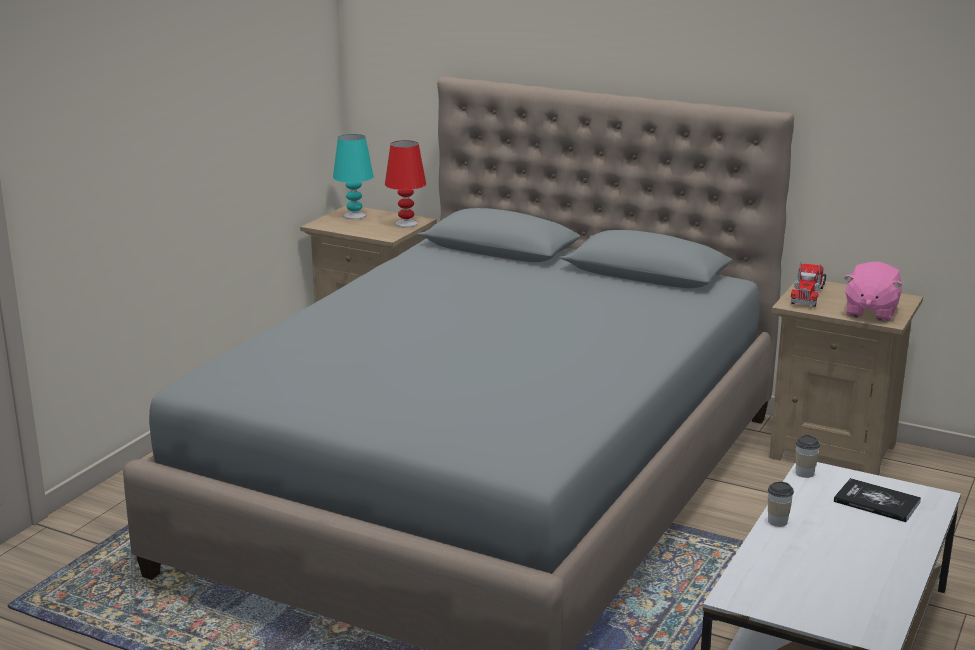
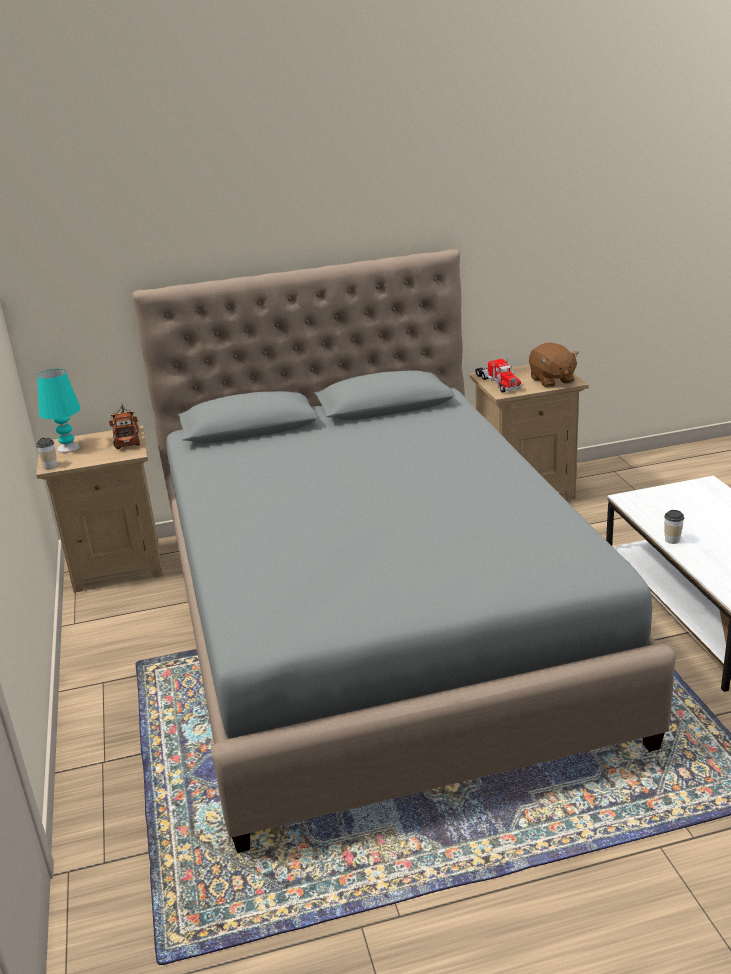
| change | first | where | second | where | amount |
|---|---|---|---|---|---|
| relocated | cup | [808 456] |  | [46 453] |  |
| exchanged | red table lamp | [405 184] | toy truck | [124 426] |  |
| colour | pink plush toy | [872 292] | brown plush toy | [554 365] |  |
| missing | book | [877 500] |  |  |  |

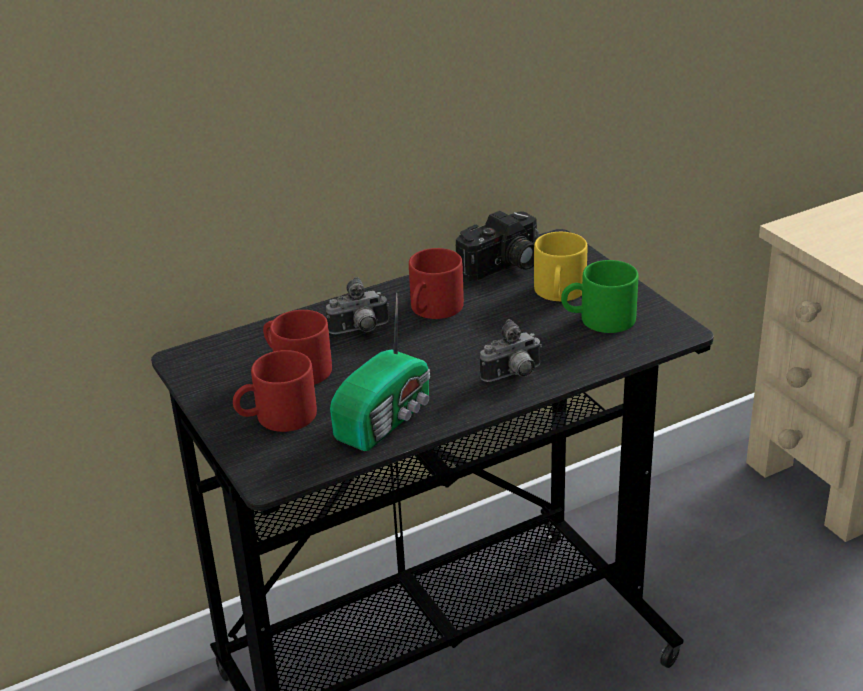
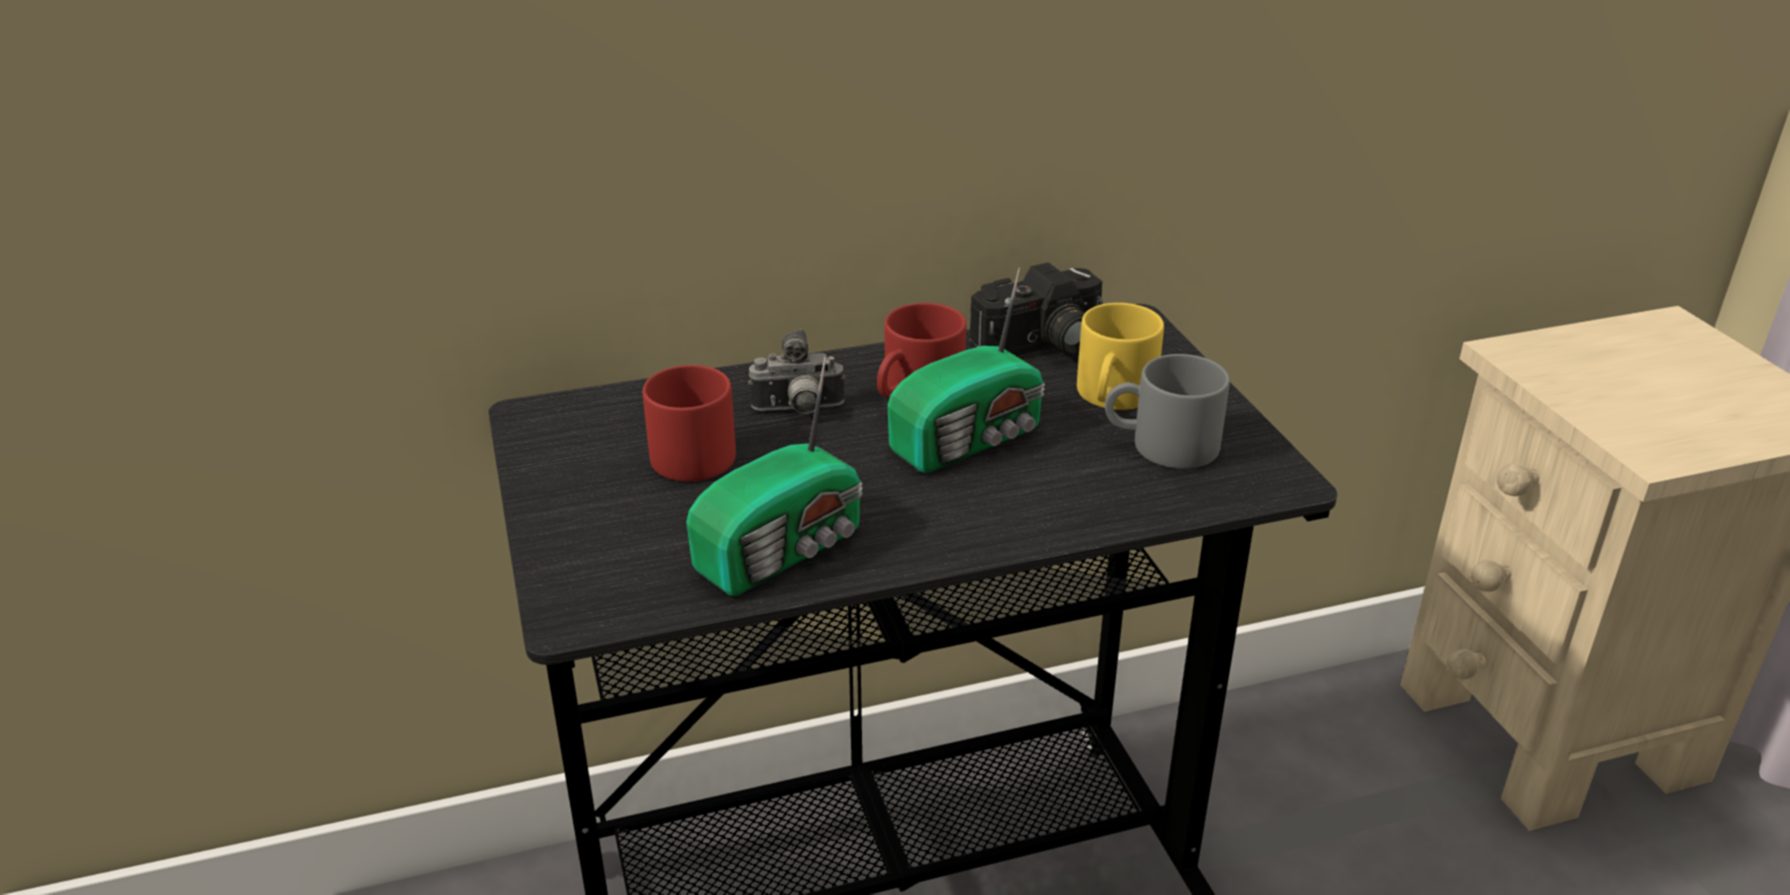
| change | first | where | second | where | amount |
|---|---|---|---|---|---|
| appeared |  |  | radio | [966 370] |  |
| colour | green mug | [599 296] | grey mug | [1167 411] |  |
| missing | red mug | [275 391] |  |  |  |
| missing | photo camera | [511 350] |  |  |  |

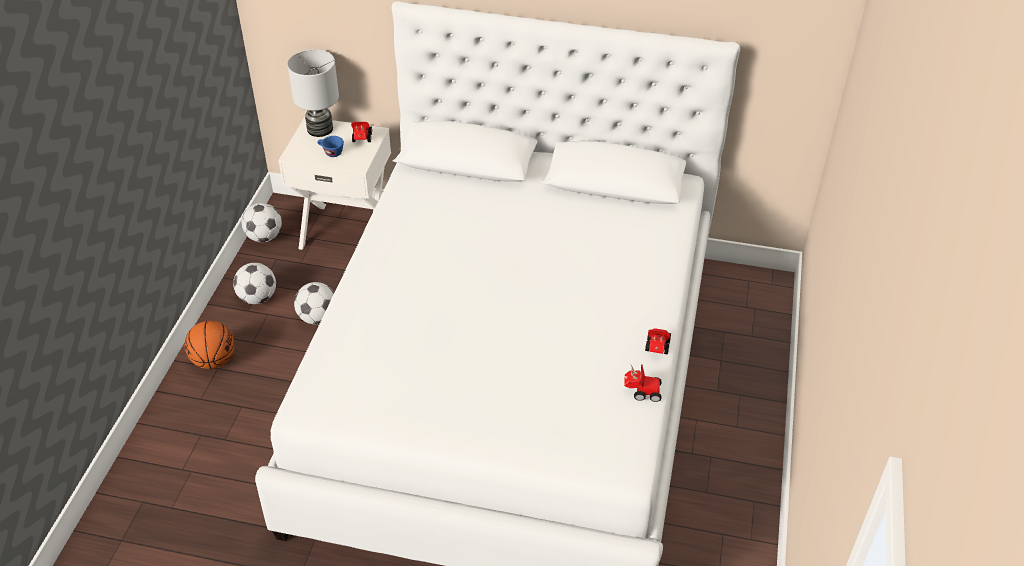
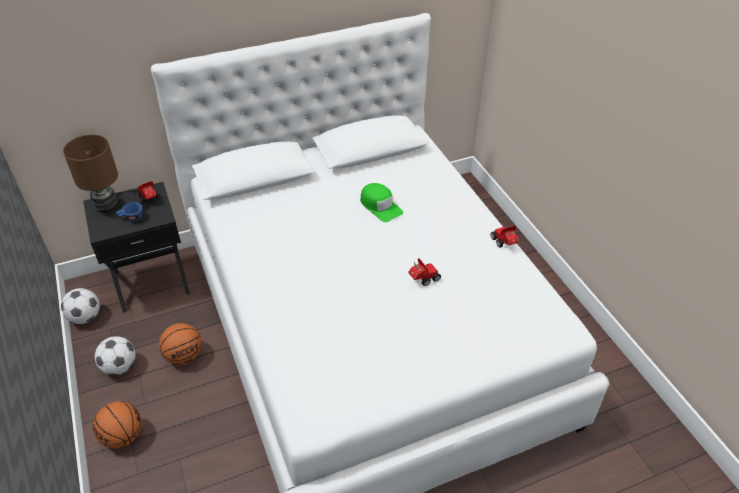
| change | first | where | second | where | amount |
|---|---|---|---|---|---|
| colour | grey table lamp | [313 93] | brown table lamp | [90 173] |  |
| colour | white nightstand | [334 183] | black nightstand | [136 247] |  |
| exchanged | football | [314 303] | basketball | [180 344] |  |
| appeared |  |  | green cap | [381 202] |  |
| relocated | toy car | [643 383] |  | [425 272] |  |

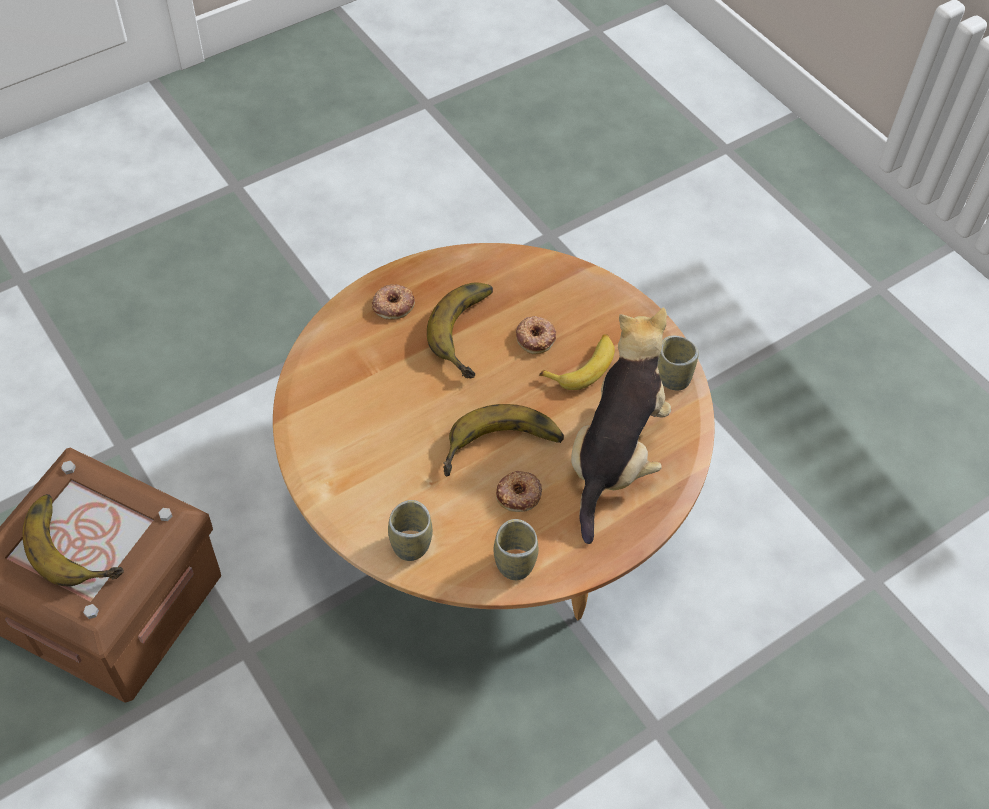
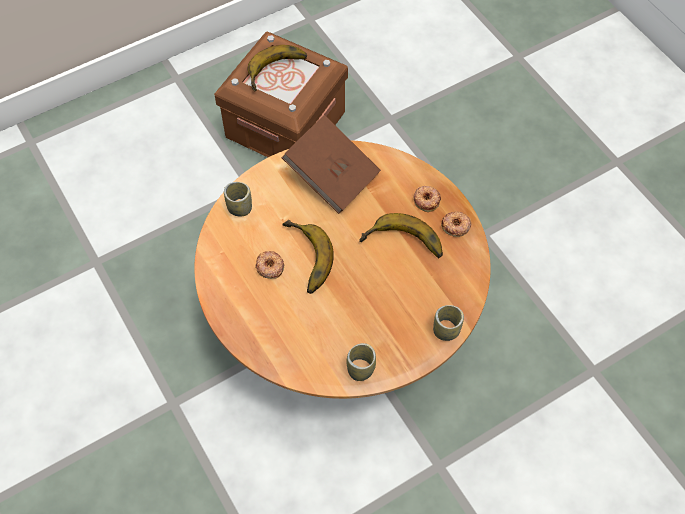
| change | first | where | second | where | amount |
|---|---|---|---|---|---|
| appeared |  |  | brown book | [331 164] |  |
| relocated | cup | [515 549] |  | [448 323] |  |
| relocated | donut | [536 335] |  | [456 224] |  |
| missing | banana | [577 362] |  |  |  |
| missing | plush toy | [621 425] |  |  |  |

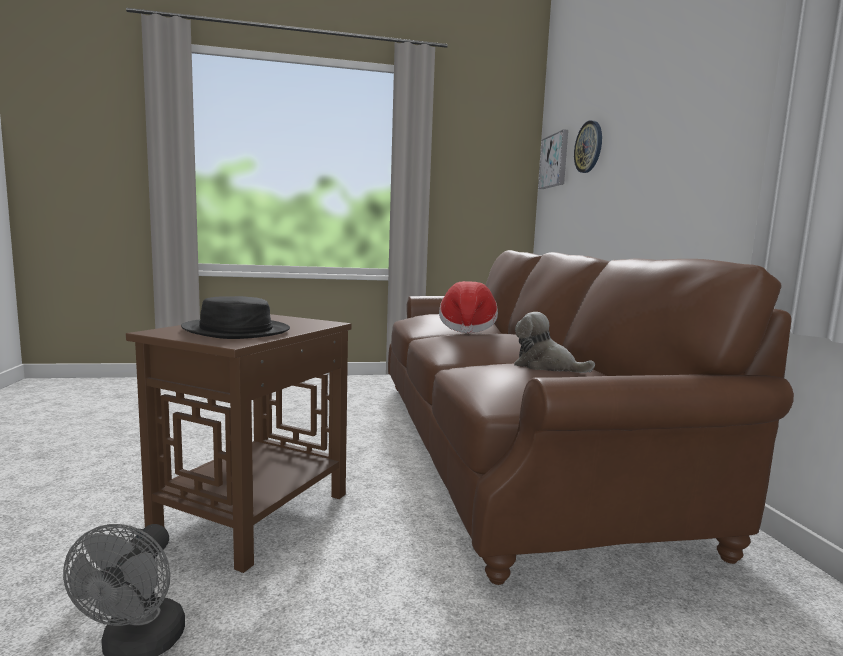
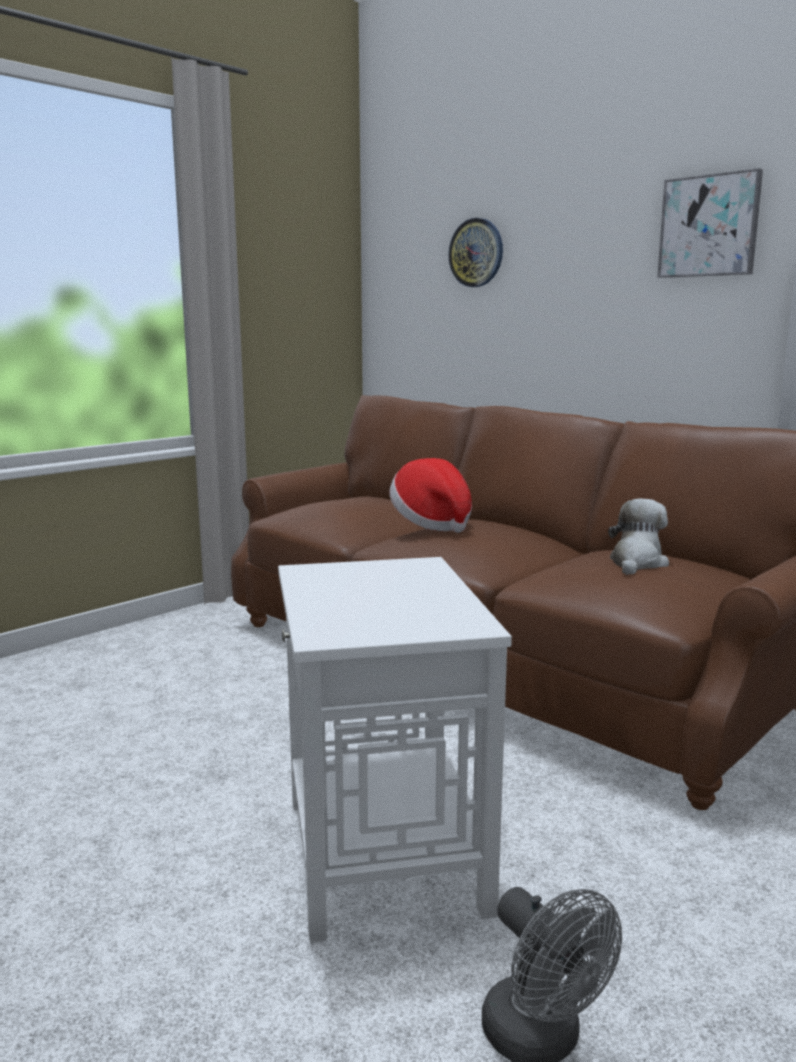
| change | first | where | second | where | amount |
|---|---|---|---|---|---|
| colour | brown side table | [238 443] | white side table | [395 750] |  |
| spun | plush toy | [554 342] |  | [638 537] | 120 degrees clockwise |
| relocated | picture | [553 159] |  | [710 223] |  |
| missing | black hat | [235 317] |  |  |  |

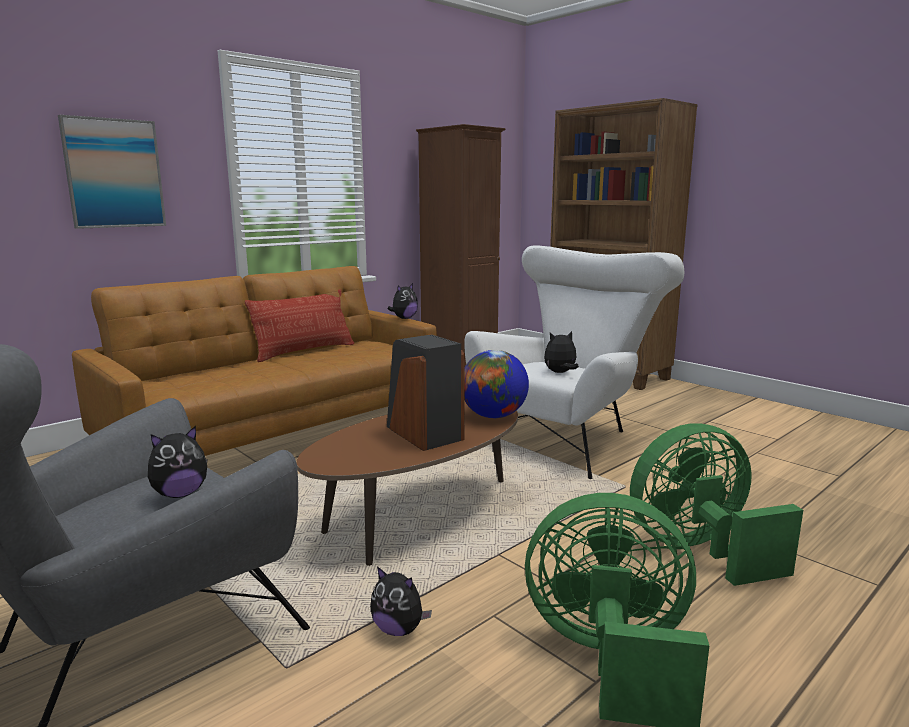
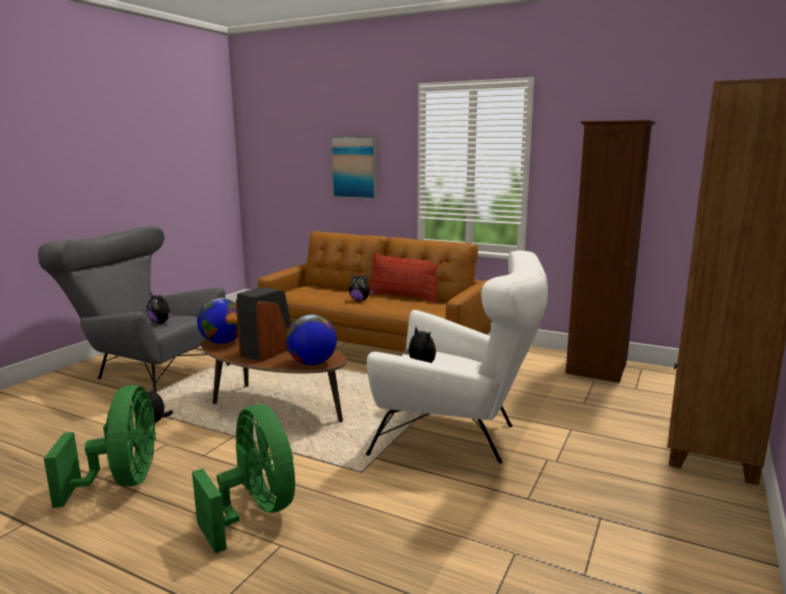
| change | first | where | second | where | amount |
|---|---|---|---|---|---|
| appeared |  |  | globe | [217 321] |  |
| relocated | plush toy | [403 301] |  | [361 287] |  |

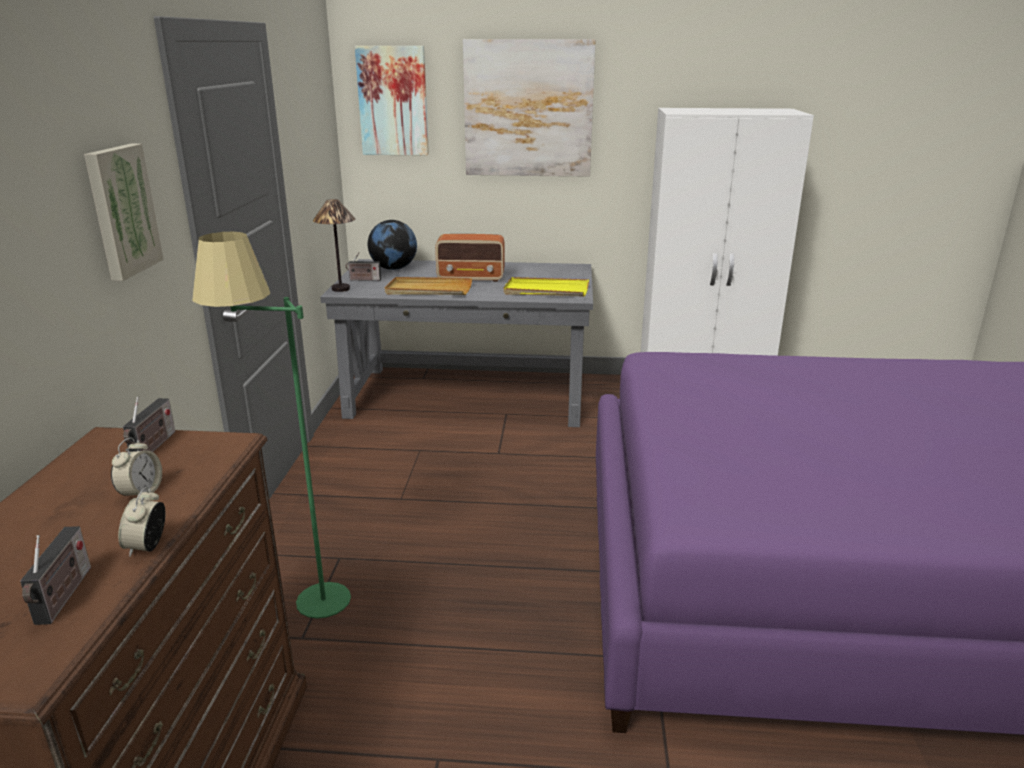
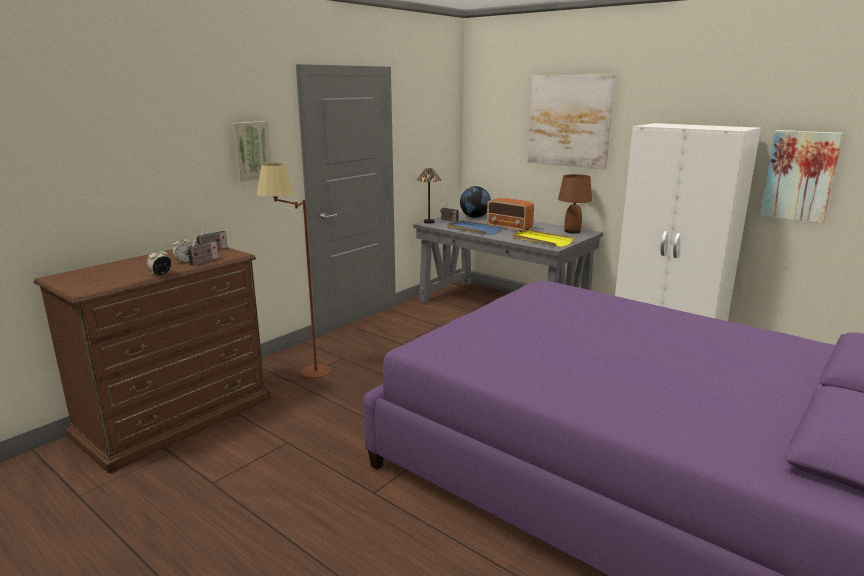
| change | first | where | second | where | amount |
|---|---|---|---|---|---|
| relocated | radio | [55 575] |  | [202 250] |  |
| colour | green floor lamp | [271 425] | brown floor lamp | [294 270] |  |
| colour | beige tray | [428 286] | blue tray | [475 227] |  |
| appeared |  |  | brown table lamp | [575 204] |  |
| relocated | picture | [392 101] |  | [801 177] |  |

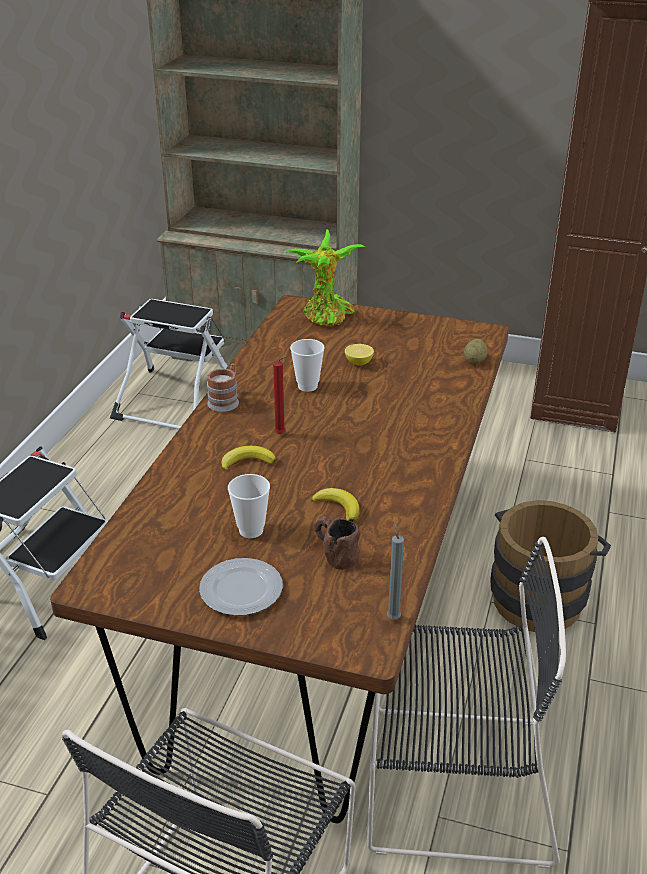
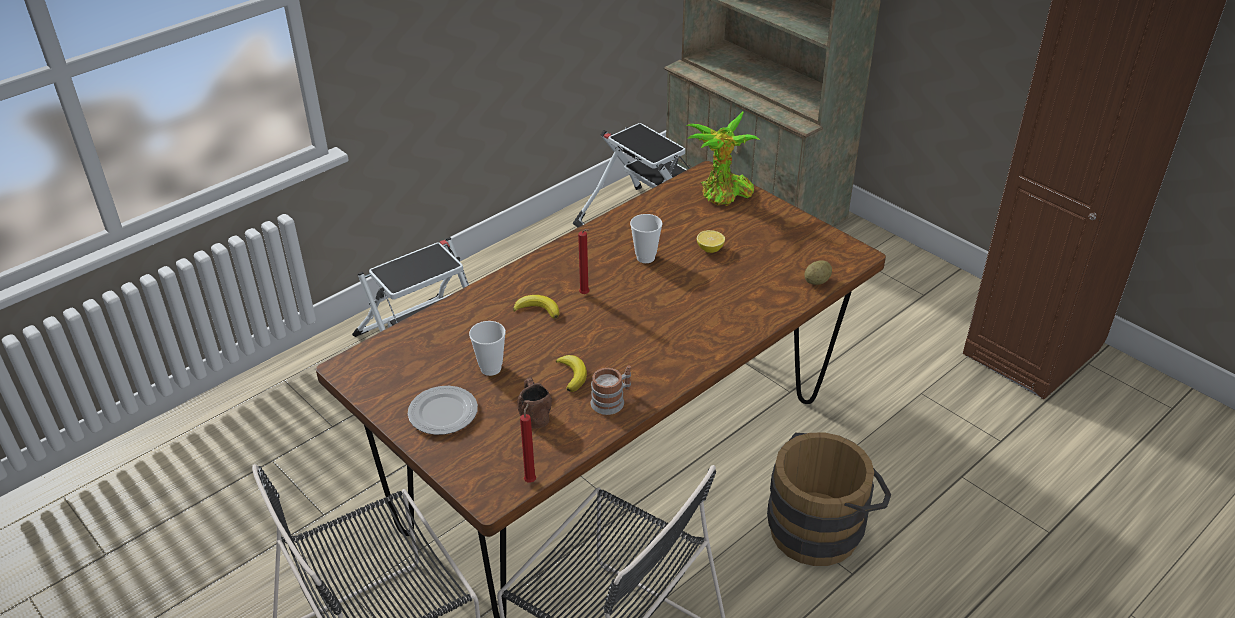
| change | first | where | second | where | amount |
|---|---|---|---|---|---|
| colour | grey candle | [395 570] | red candle | [528 443] |  |
| relocated | mug | [223 387] |  | [611 390] |  |

